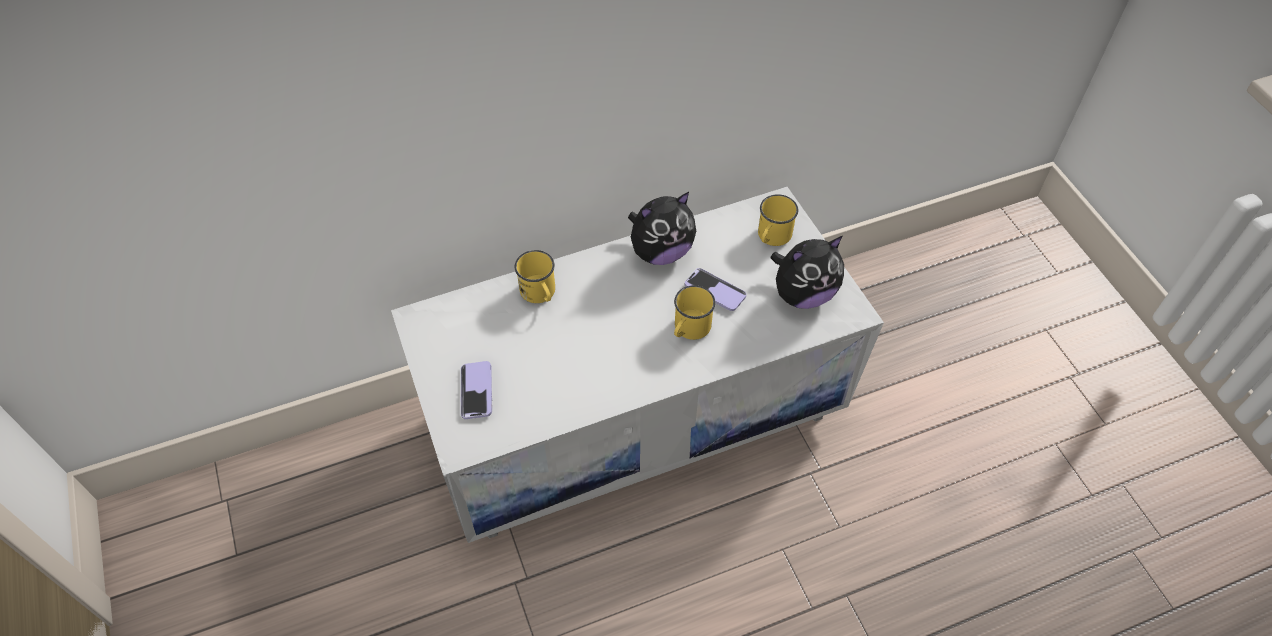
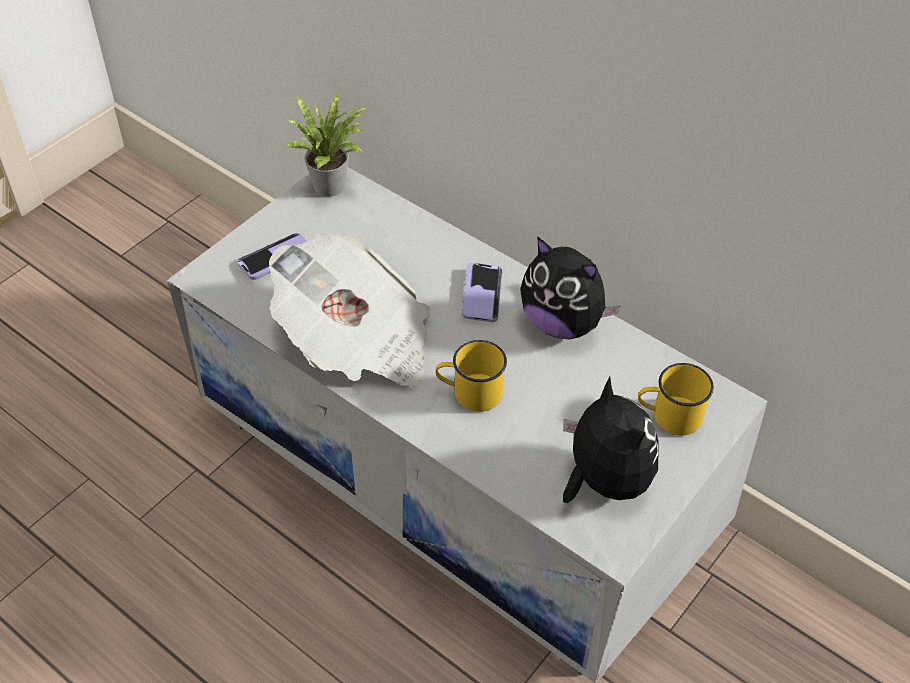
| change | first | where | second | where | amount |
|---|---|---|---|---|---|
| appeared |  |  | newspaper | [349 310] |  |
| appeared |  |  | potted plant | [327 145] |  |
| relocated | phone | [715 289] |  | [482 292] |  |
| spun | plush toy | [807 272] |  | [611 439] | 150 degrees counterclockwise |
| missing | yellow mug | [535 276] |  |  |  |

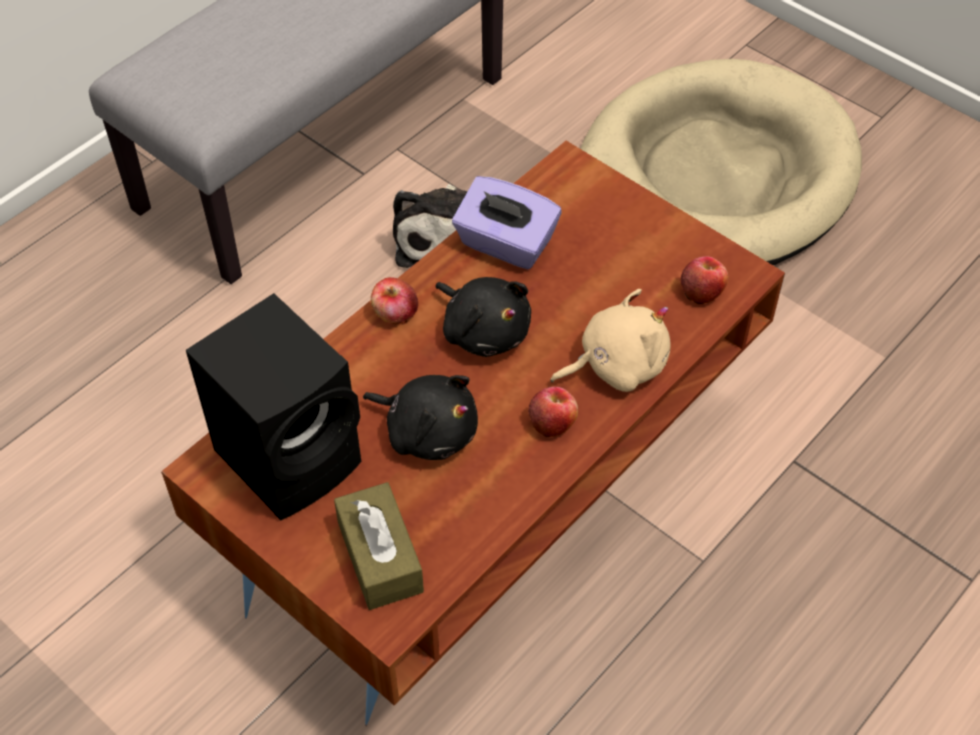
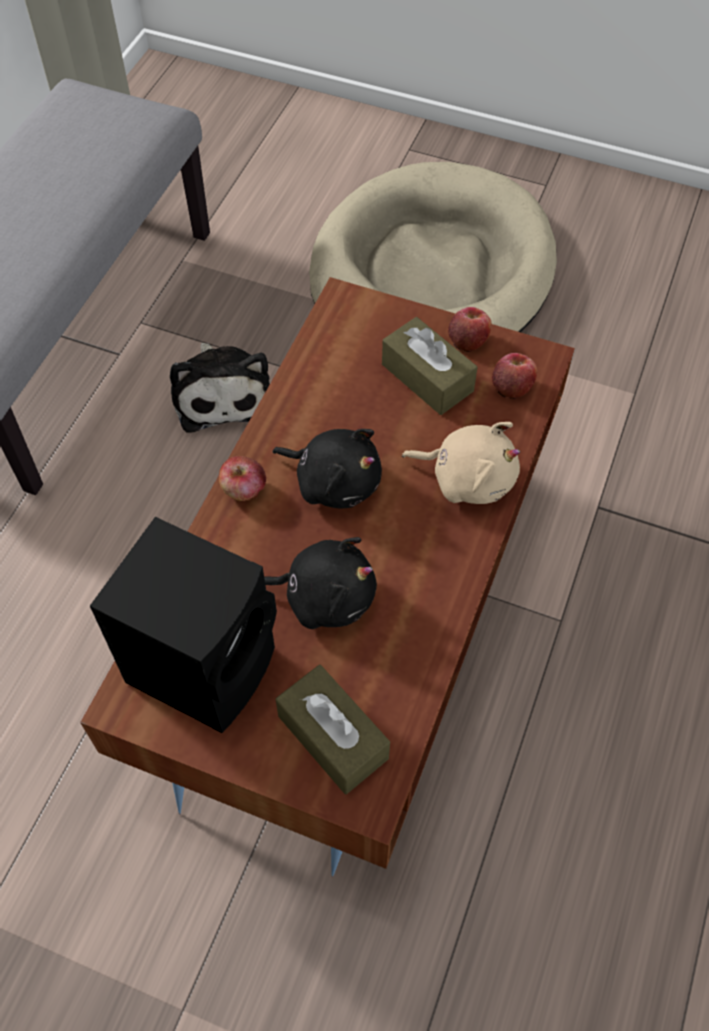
| change | first | where | second | where | amount |
|---|---|---|---|---|---|
| appeared |  |  | brown tissue box | [430 366] |  |
| spun | beige plush toy | [610 340] |  | [461 463] | 60 degrees clockwise |
| relocated | apple | [553 412] |  | [470 329] |  |
| missing | purple tissue box | [506 222] |  |  |  |

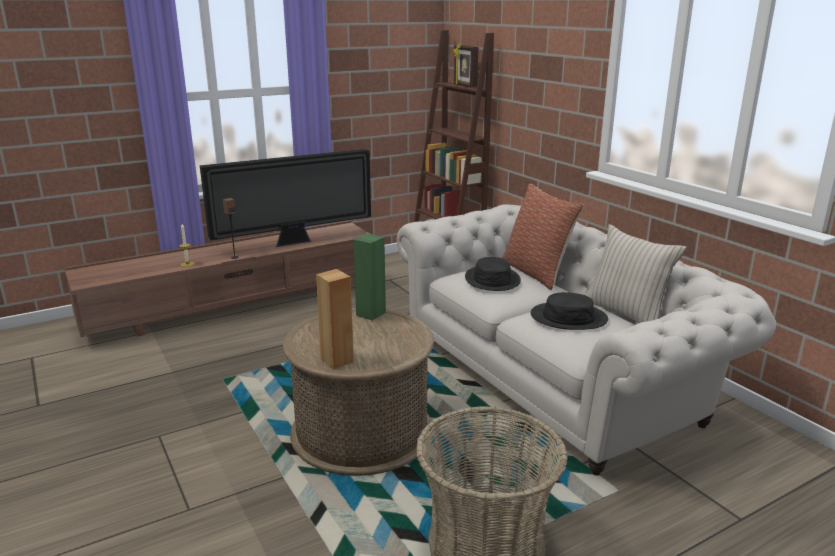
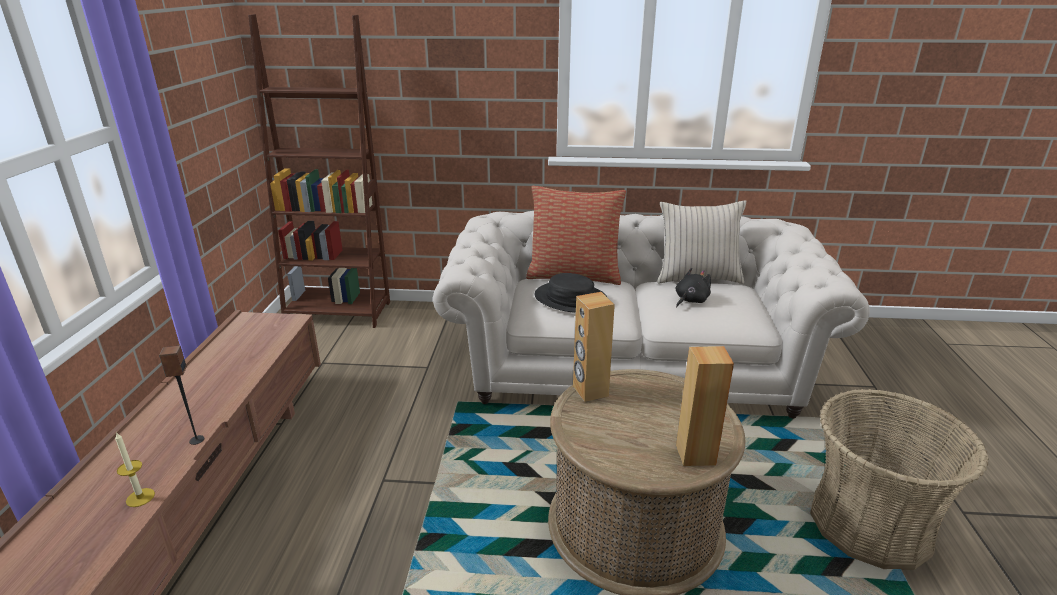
| change | first | where | second | where | amount |
|---|---|---|---|---|---|
| colour | green speaker | [369 277] | brown speaker | [594 347] |  |
| exchanged | black hat | [569 311] | black plush toy | [693 287] |  |
| missing | television | [285 198] |  |  |  |
| missing | picture frame | [466 66] |  |  |  |

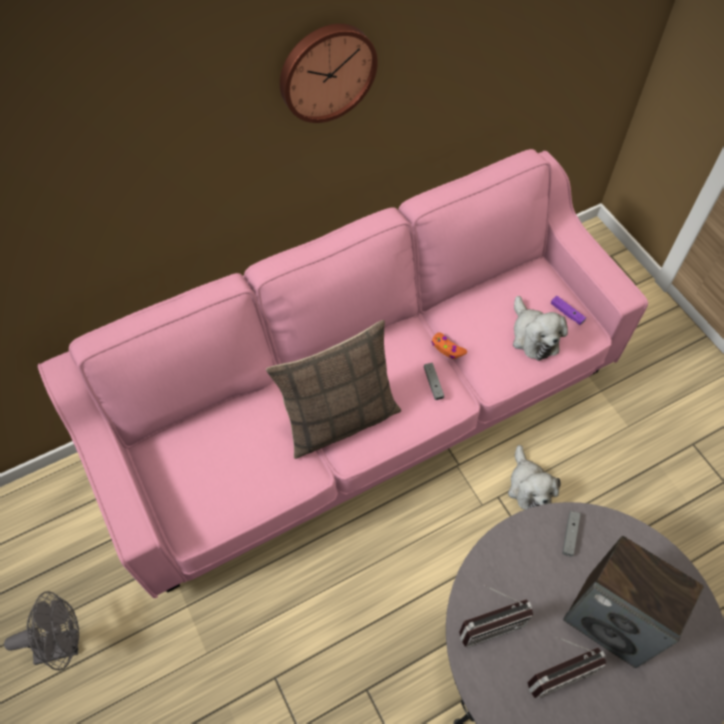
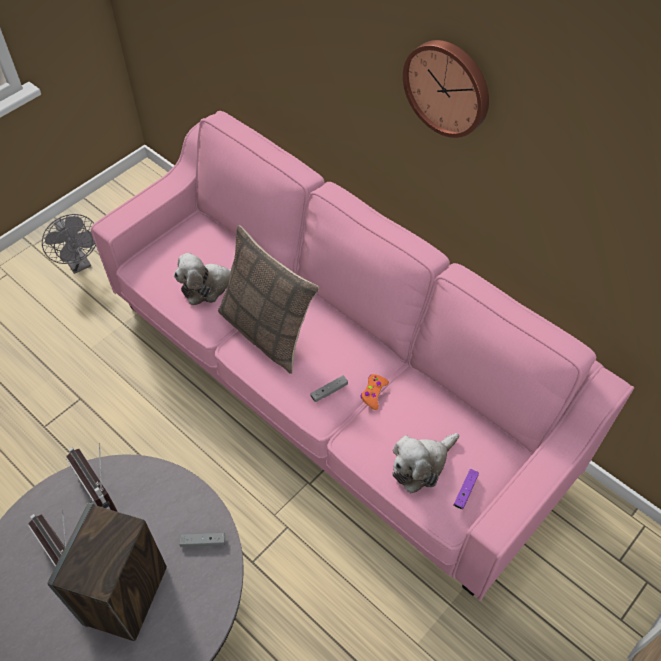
| change | first | where | second | where | amount |
|---|---|---|---|---|---|
| relocated | plush toy | [534 477] |  | [202 279] |  |

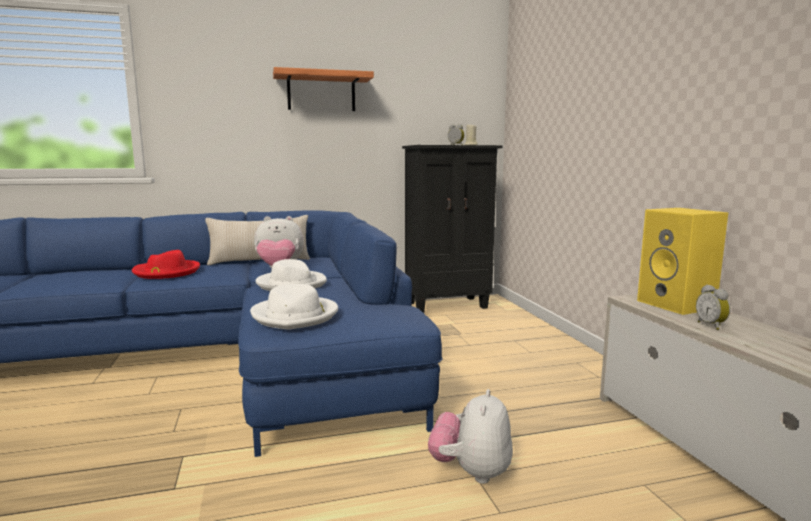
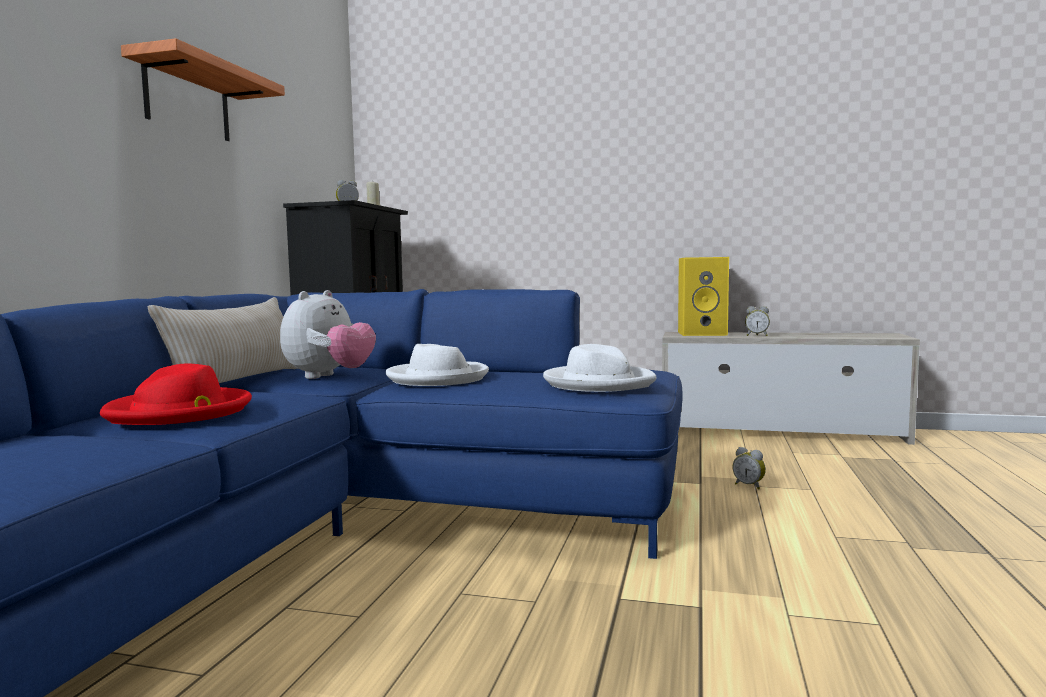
| change | first | where | second | where | amount |
|---|---|---|---|---|---|
| exchanged | plush toy | [470 436] | alarm clock | [749 468] |  |

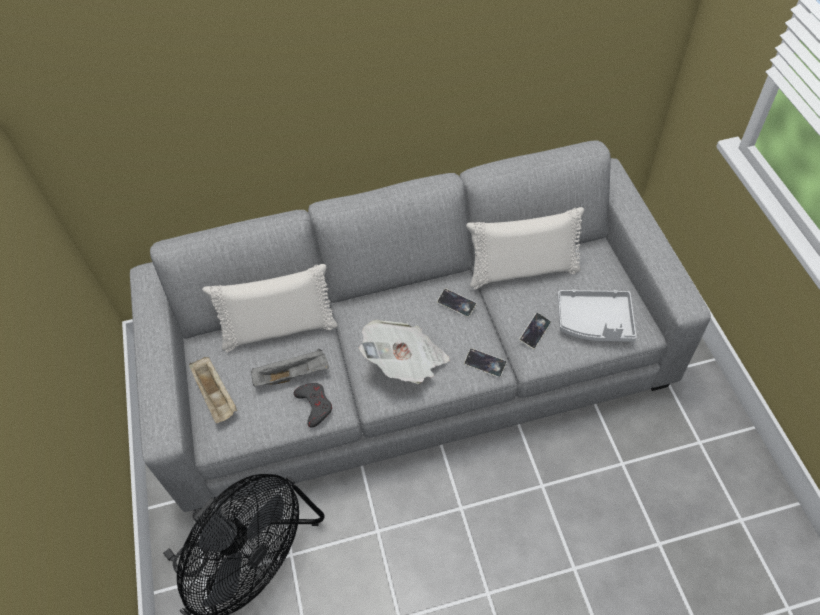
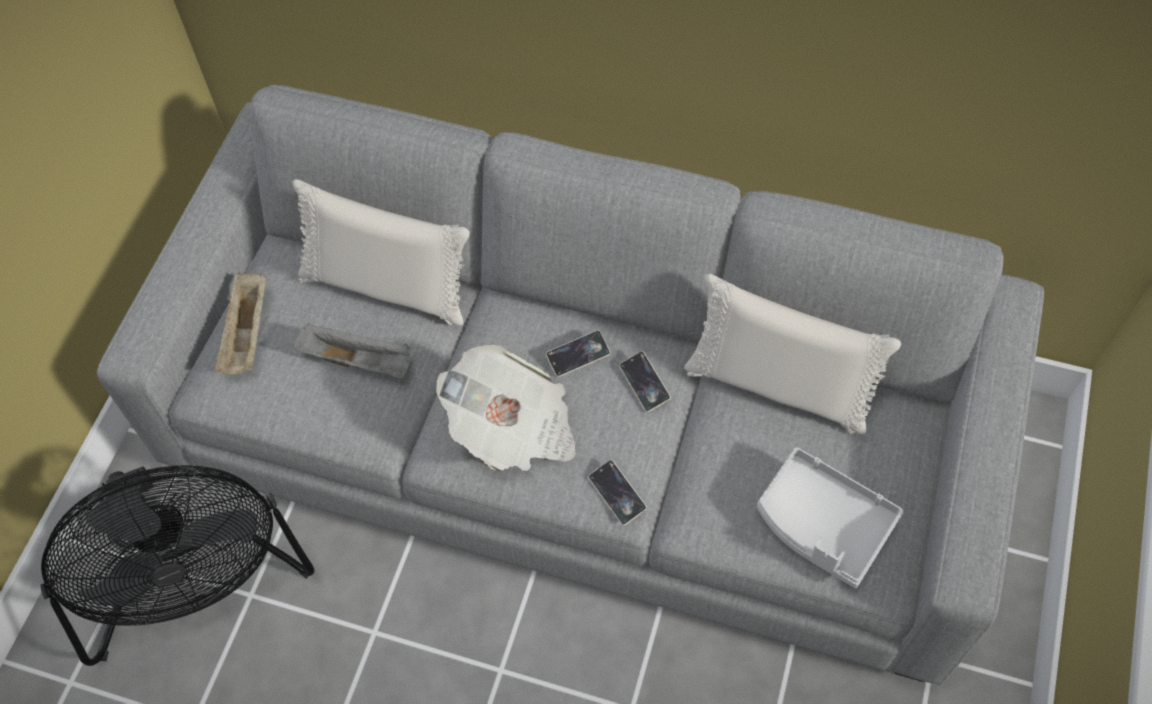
| change | first | where | second | where | amount |
|---|---|---|---|---|---|
| relocated | phone | [535 331] |  | [578 353] |  |
| missing | grey game controller | [312 405] |  |  |  |

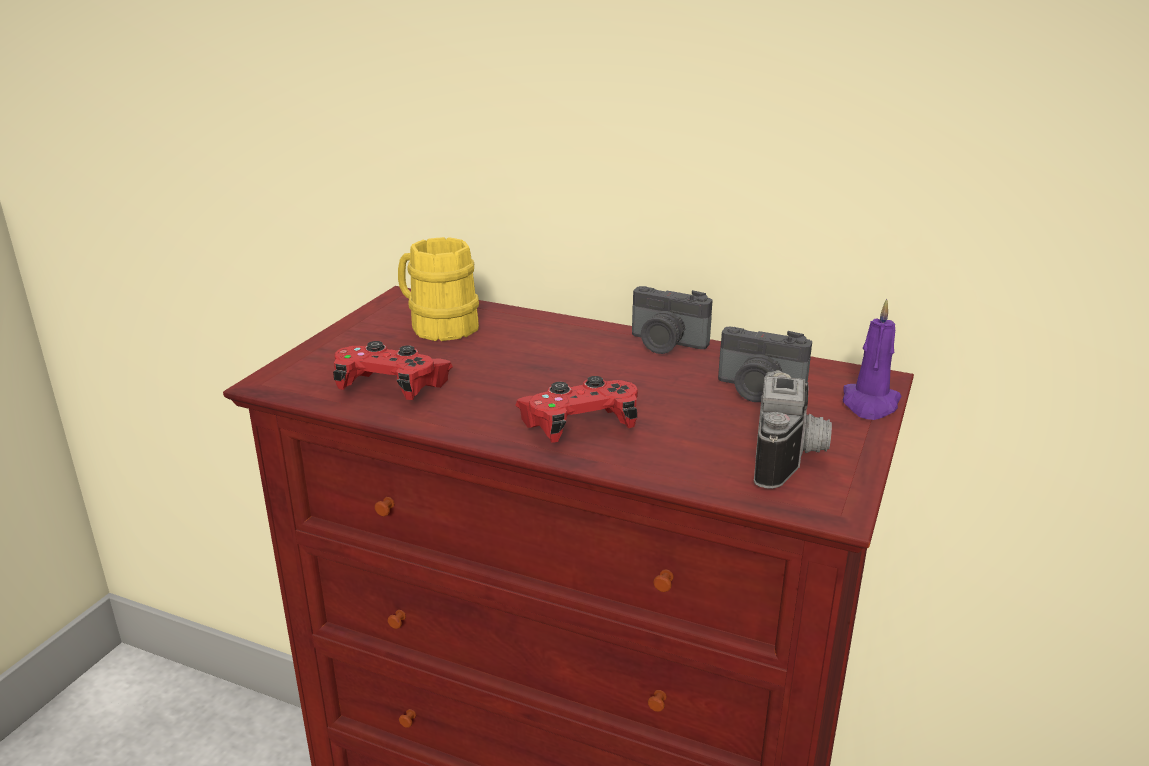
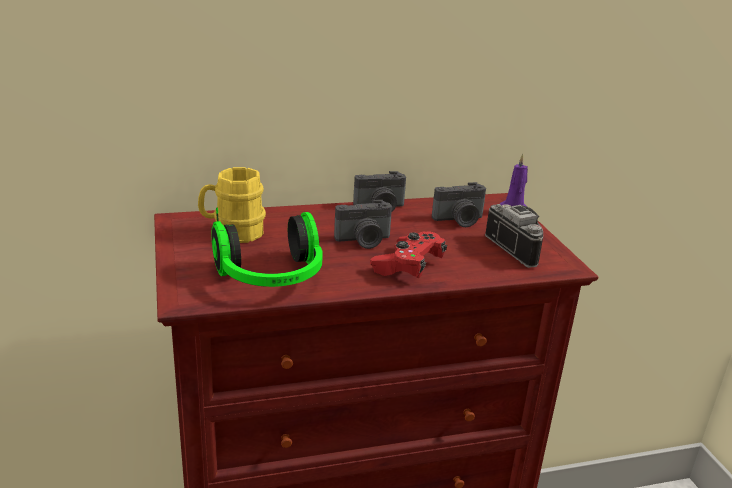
| change | first | where | second | where | amount |
|---|---|---|---|---|---|
| exchanged | red game controller | [393 370] | headphones | [267 247] |  |
| appeared |  |  | photo camera | [363 224] |  |

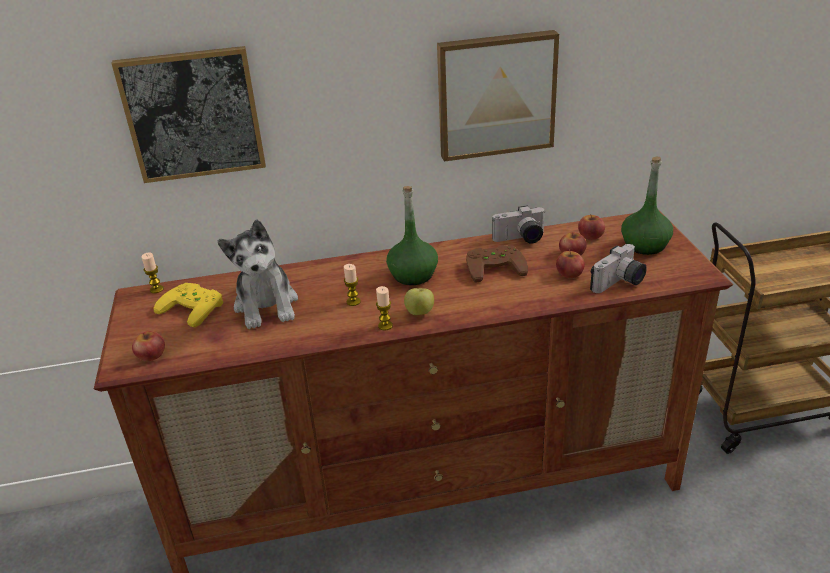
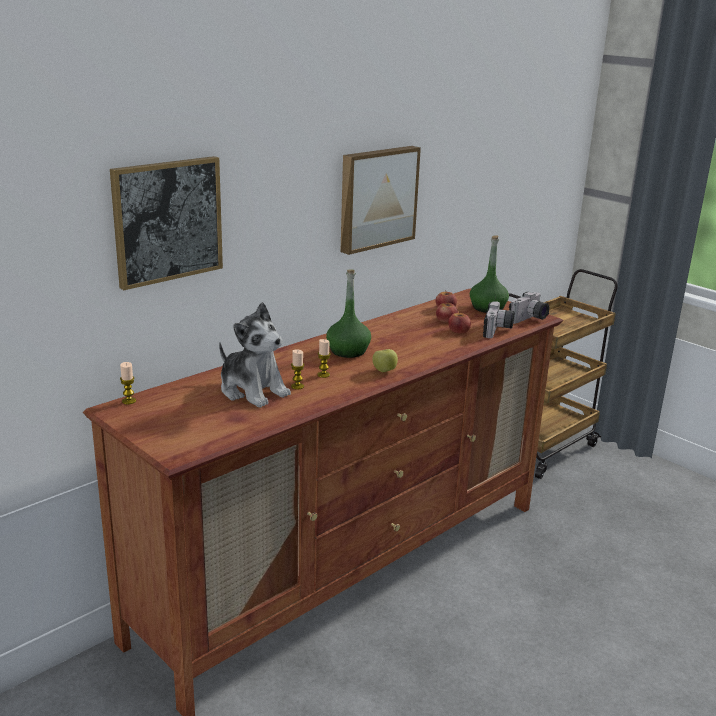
| change | first | where | second | where | amount |
|---|---|---|---|---|---|
| relocated | candle | [384 308] |  | [298 369] |  |
| relocated | photo camera | [519 224] |  | [529 308] |  |
| missing | apple | [148 346] |  |  |  |
| missing | yellow game controller | [188 305] |  |  |  |
| missing | brown game controller | [497 264] |  |  |  |

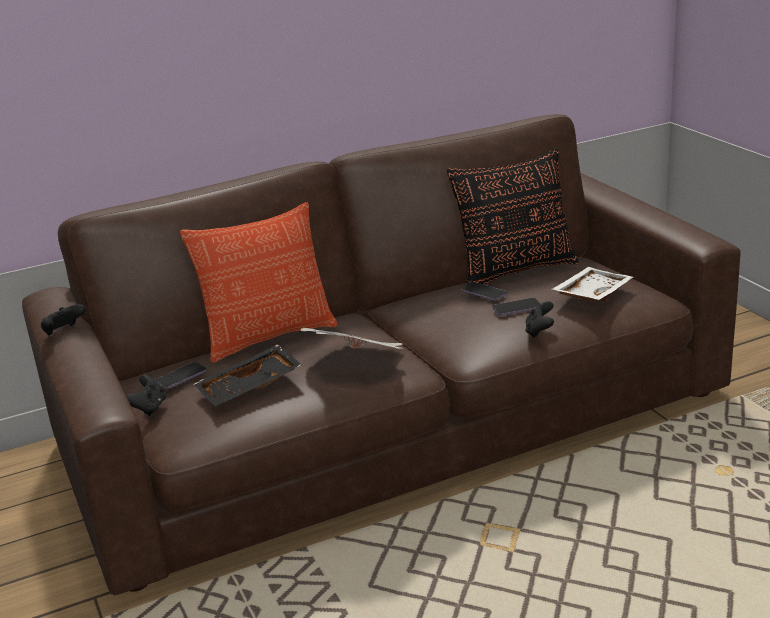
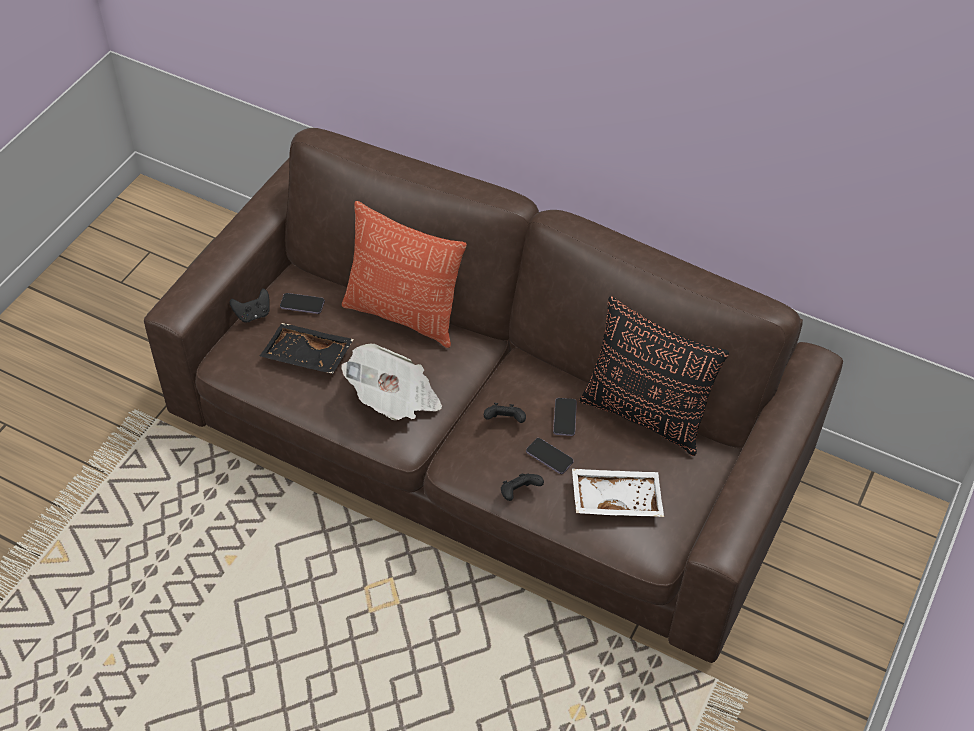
| change | first | where | second | where | amount |
|---|---|---|---|---|---|
| relocated | black game controller | [63 319] |  | [505 413] |  |

